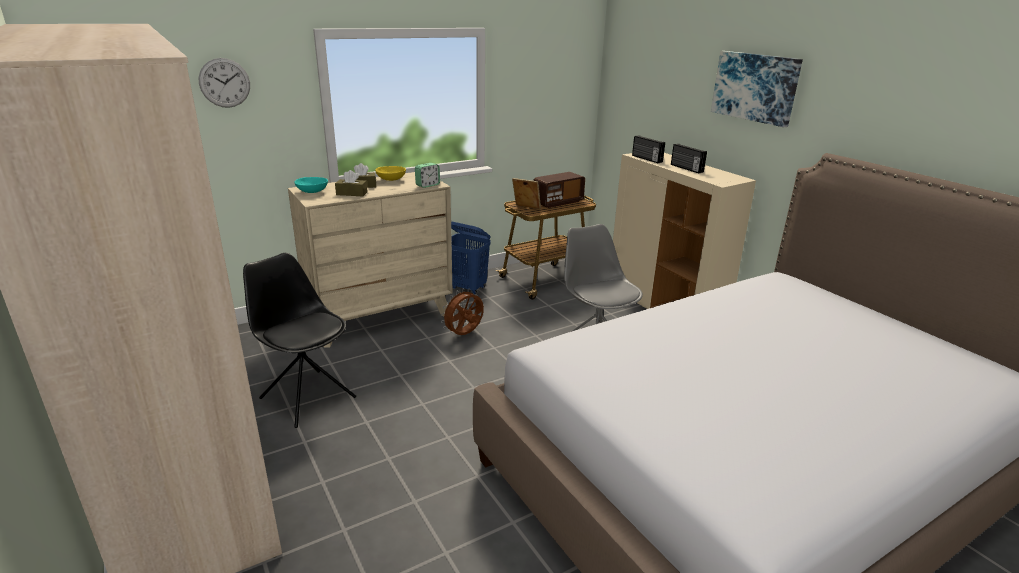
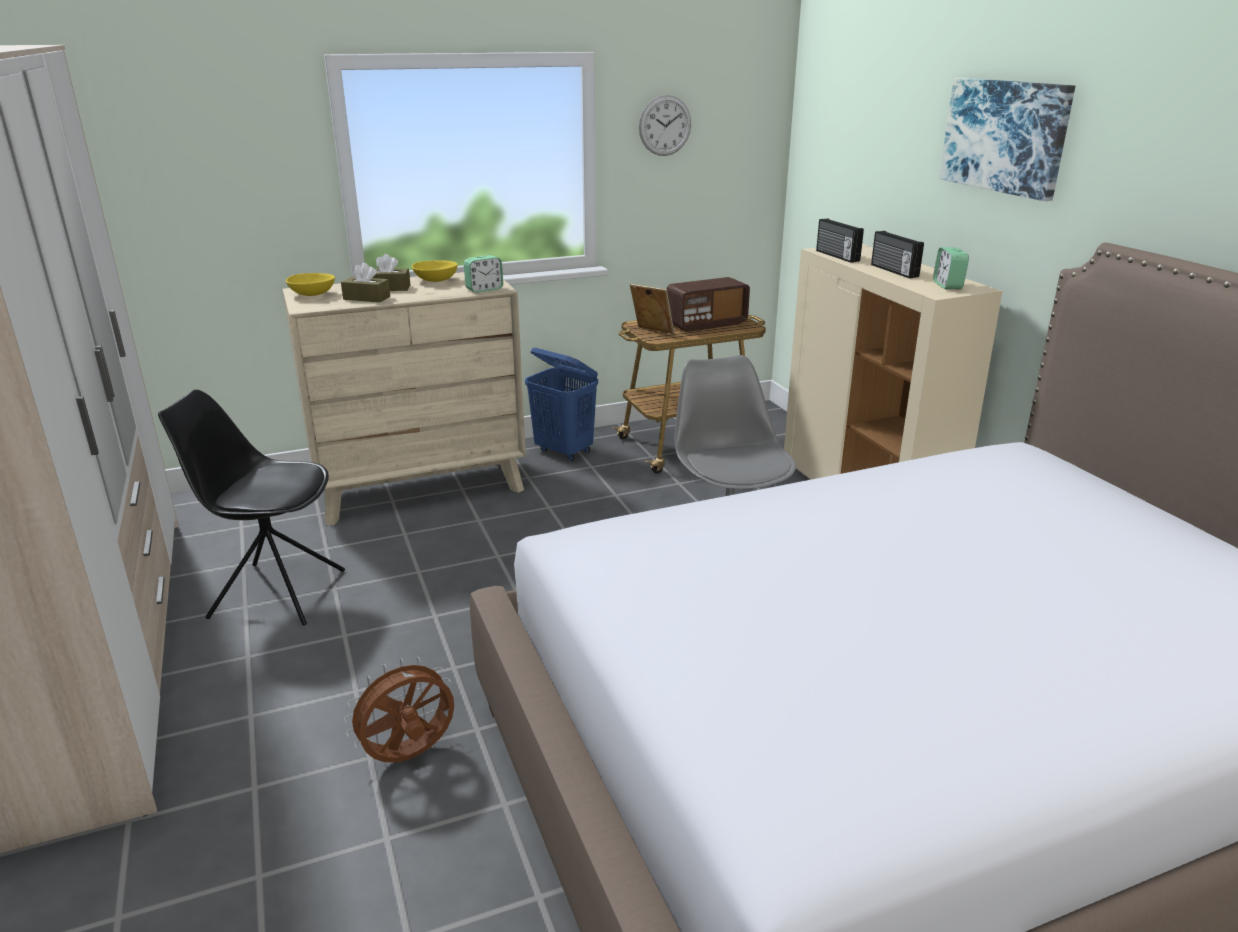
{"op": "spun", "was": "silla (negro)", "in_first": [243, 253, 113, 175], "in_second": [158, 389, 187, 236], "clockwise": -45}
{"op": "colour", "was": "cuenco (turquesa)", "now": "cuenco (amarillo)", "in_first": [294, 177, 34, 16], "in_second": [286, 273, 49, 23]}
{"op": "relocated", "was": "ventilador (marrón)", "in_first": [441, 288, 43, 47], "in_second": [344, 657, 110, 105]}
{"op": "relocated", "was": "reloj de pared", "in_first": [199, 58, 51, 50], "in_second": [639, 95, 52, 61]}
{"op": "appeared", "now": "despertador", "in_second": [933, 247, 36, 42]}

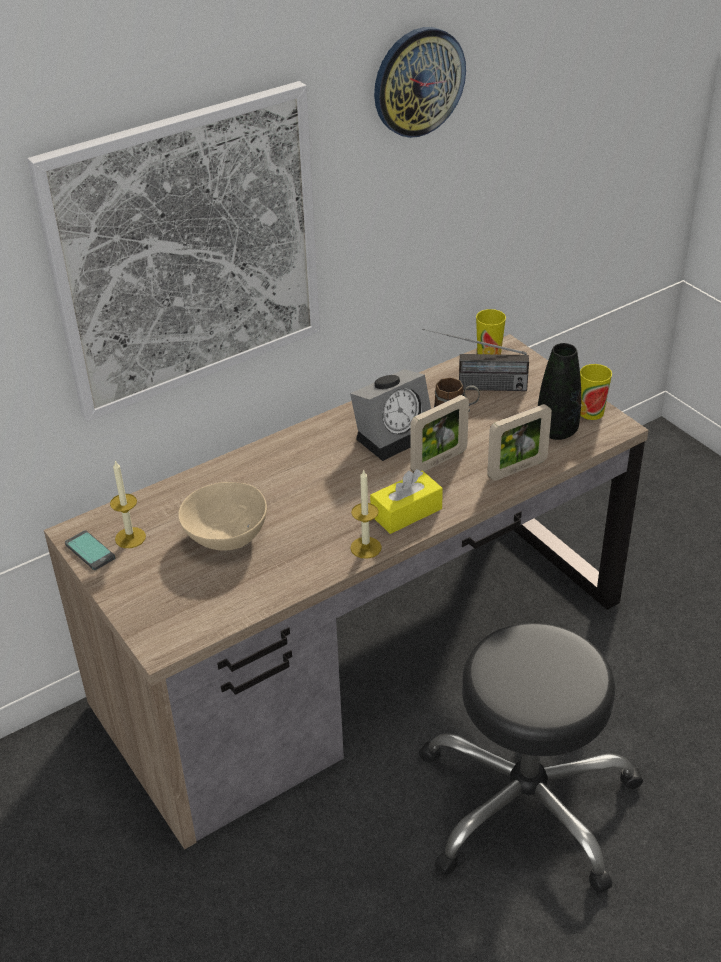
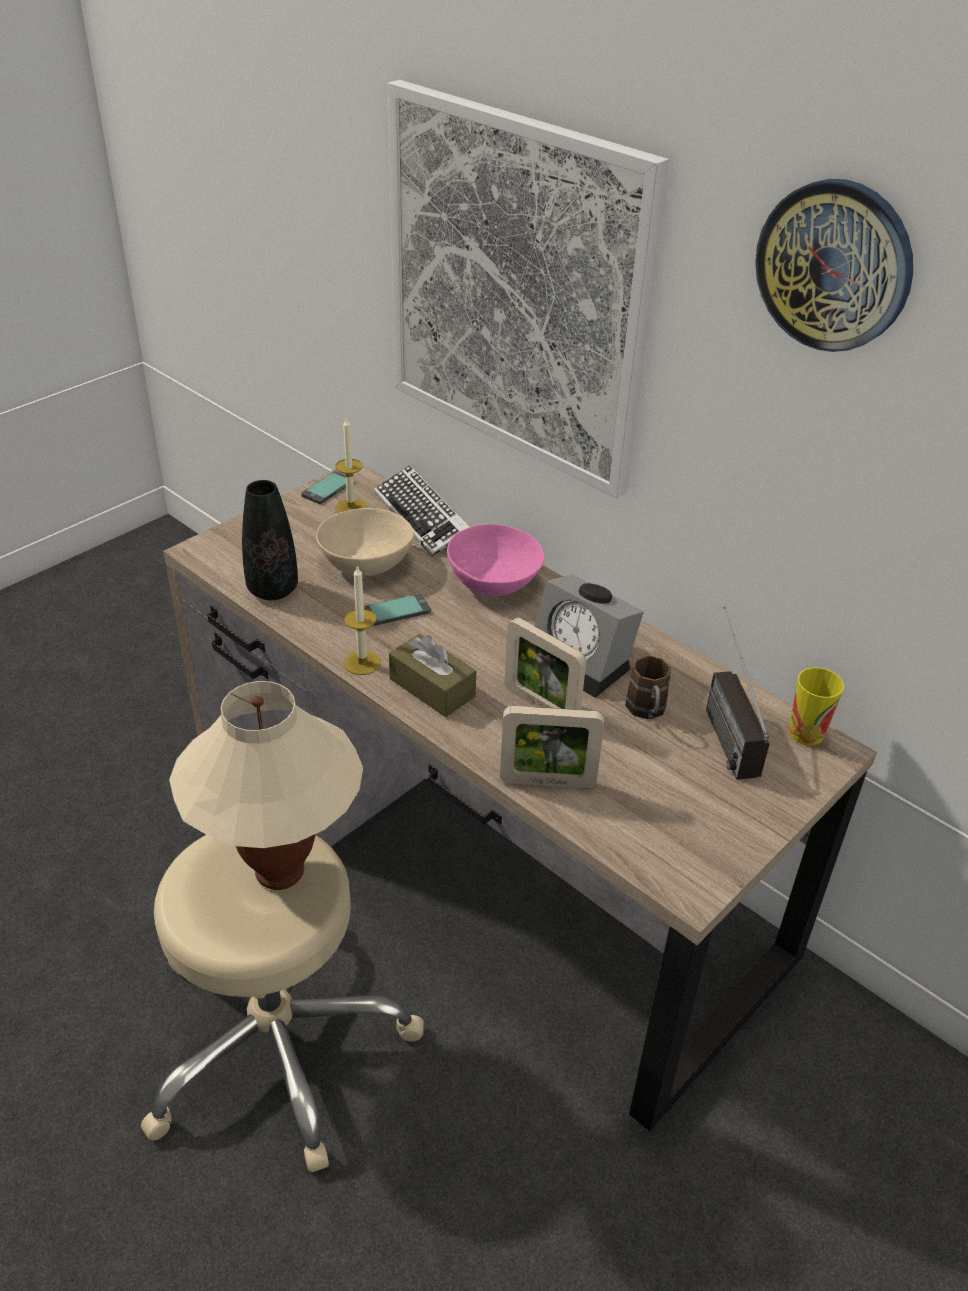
{"op": "colour", "was": "taburete (negro)", "now": "taburete (beis)", "in_first": [419, 623, 224, 270], "in_second": [141, 835, 283, 337]}
{"op": "appeared", "now": "lámpara de mesa (beis)", "in_second": [169, 681, 194, 209]}
{"op": "relocated", "was": "florero (negro)", "in_first": [538, 343, 43, 97], "in_second": [242, 480, 56, 120]}
{"op": "appeared", "now": "móvil", "in_second": [365, 594, 66, 32]}
{"op": "appeared", "now": "teclado", "in_second": [374, 465, 96, 91]}
{"op": "colour", "was": "caja de pañuelos (amarillo)", "now": "caja de pañuelos (marrón)", "in_first": [370, 469, 73, 65], "in_second": [389, 634, 87, 83]}
{"op": "appeared", "now": "cuenco (rosa)", "in_second": [447, 524, 98, 72]}
{"op": "spun", "was": "portarretratos", "in_first": [487, 404, 65, 77], "in_second": [500, 706, 104, 82], "clockwise": -45}
{"op": "missing", "was": "taza", "in_first": [580, 364, 32, 56]}

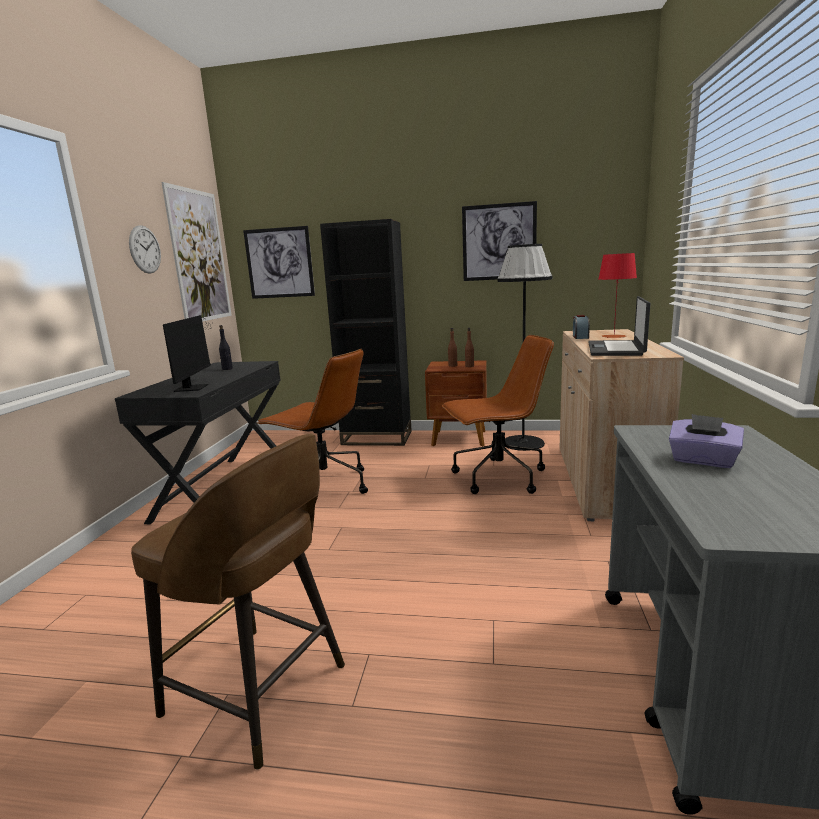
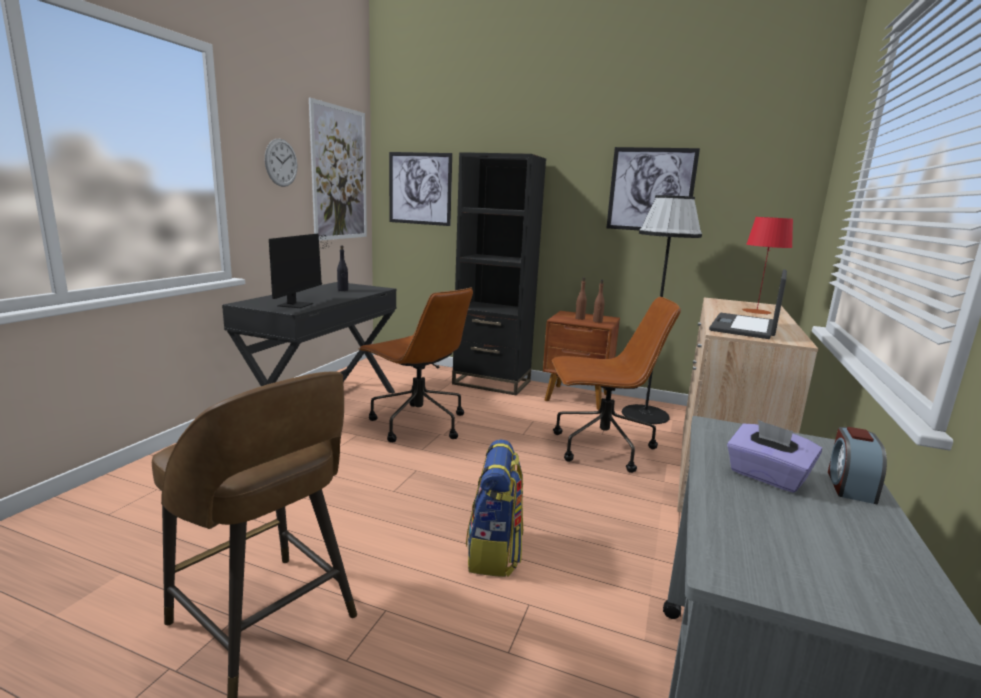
{"op": "appeared", "now": "mochila", "in_second": [466, 439, 57, 138]}
{"op": "relocated", "was": "despertador", "in_first": [573, 315, 17, 24], "in_second": [828, 427, 59, 77]}

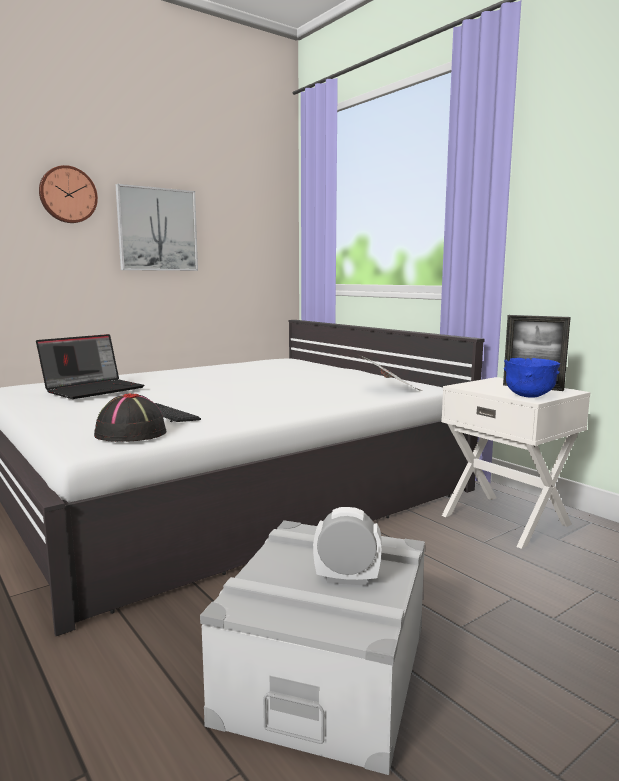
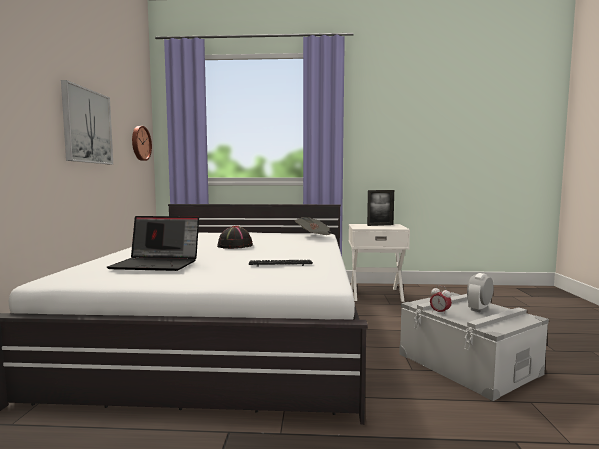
{"op": "spun", "was": "portátil", "in_first": [36, 334, 108, 65], "in_second": [107, 216, 92, 55], "clockwise": 105}
{"op": "relocated", "was": "reloj de pared", "in_first": [39, 165, 59, 58], "in_second": [132, 126, 20, 35]}
{"op": "relocated", "was": "sombrero (negro)", "in_first": [94, 393, 72, 49], "in_second": [217, 226, 36, 23]}
{"op": "appeared", "now": "despertador", "in_second": [430, 285, 22, 31]}
{"op": "missing", "was": "cuenco (azul)", "in_first": [504, 358, 56, 40]}

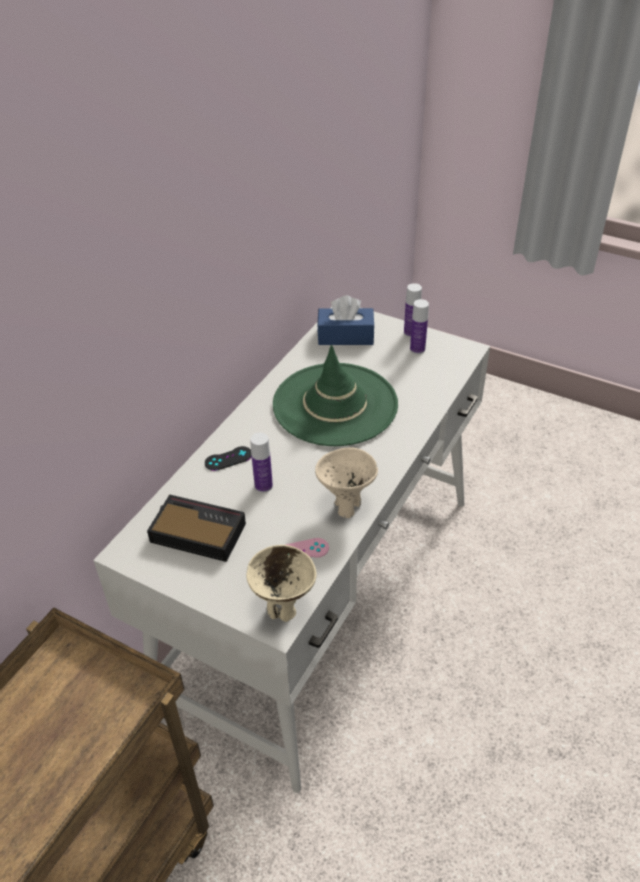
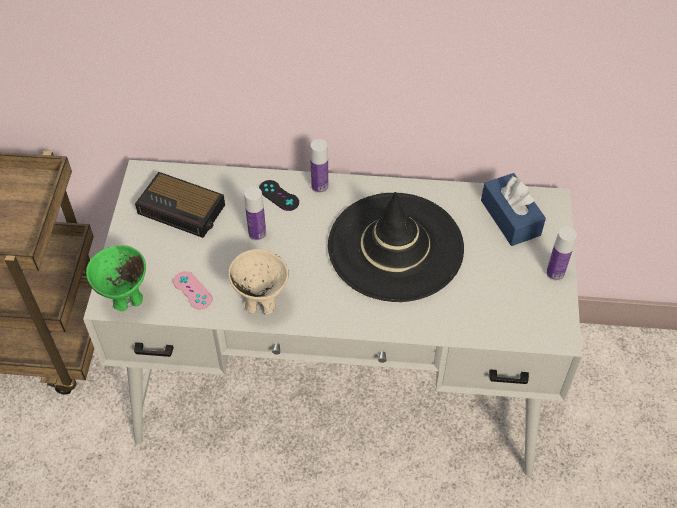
{"op": "colour", "was": "cuenco (beis)", "now": "cuenco (verde)", "in_first": [246, 545, 71, 77], "in_second": [86, 245, 60, 67]}
{"op": "spun", "was": "despertador", "in_first": [147, 494, 99, 68], "in_second": [135, 172, 90, 66], "clockwise": 120}
{"op": "relocated", "was": "botella", "in_first": [410, 299, 19, 55], "in_second": [310, 139, 18, 54]}
{"op": "colour", "was": "sombrero (verde)", "now": "sombrero (negro)", "in_first": [273, 345, 125, 101], "in_second": [328, 192, 136, 110]}

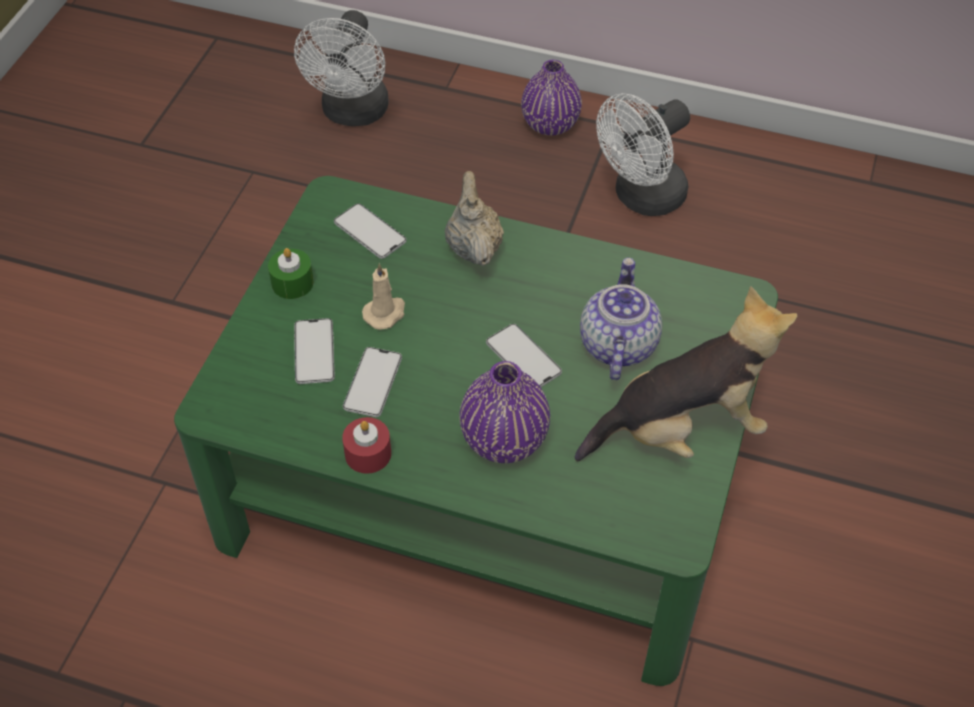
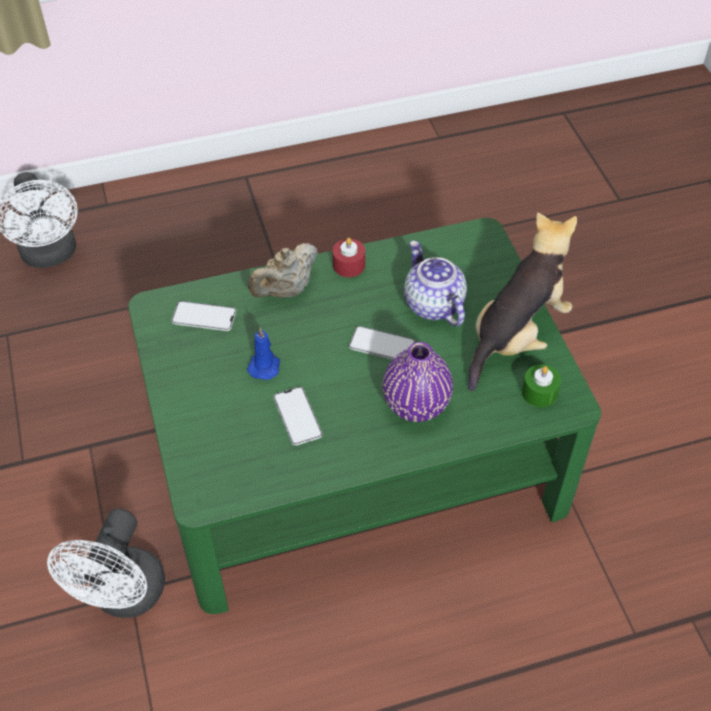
{"op": "relocated", "was": "ventilador (blanco)", "in_first": [596, 93, 94, 123], "in_second": [47, 509, 118, 109]}
{"op": "colour", "was": "vela (beis)", "now": "vela (azul)", "in_first": [362, 263, 43, 67], "in_second": [247, 327, 33, 53]}
{"op": "spun", "was": "tetera (beis)", "in_first": [445, 171, 59, 95], "in_second": [248, 243, 70, 55], "clockwise": -90}
{"op": "relocated", "was": "vela (rojo)", "in_first": [342, 417, 49, 57], "in_second": [333, 238, 32, 39]}
{"op": "relocated", "was": "vela (verde)", "in_first": [268, 248, 46, 51], "in_second": [522, 365, 39, 42]}
{"op": "missing", "was": "móvil", "in_first": [294, 318, 41, 66]}
{"op": "missing", "was": "florero (morado)", "in_first": [521, 60, 61, 75]}

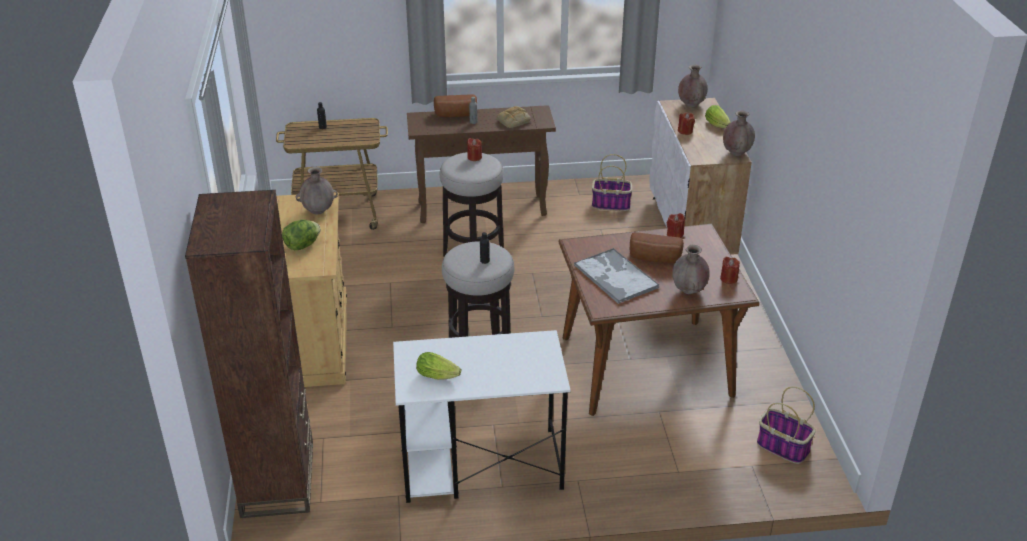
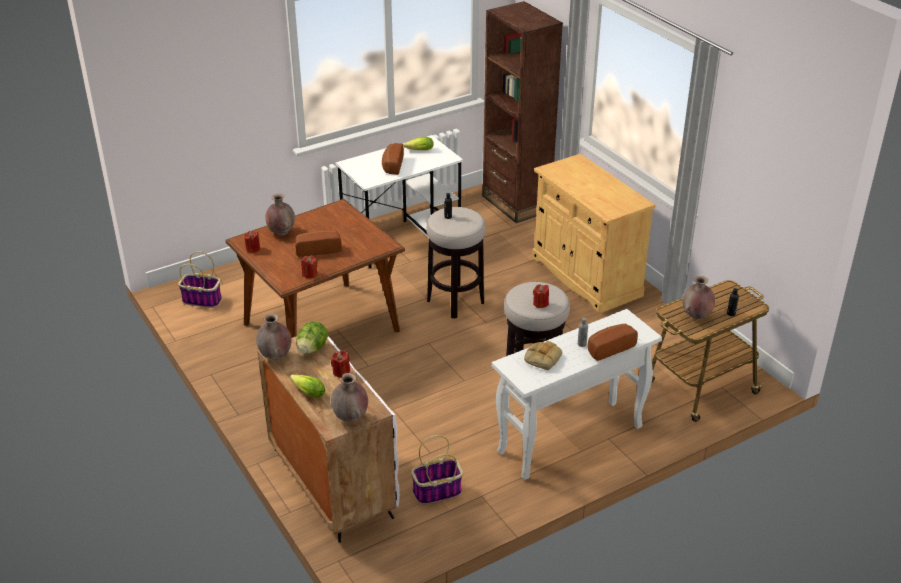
{"op": "relocated", "was": "lechuga", "in_first": [282, 219, 39, 31], "in_second": [297, 321, 31, 33]}
{"op": "appeared", "now": "pan", "in_second": [382, 143, 22, 32]}
{"op": "colour", "was": "mesa consola (marrón)", "now": "mesa consola (blanco)", "in_first": [407, 105, 149, 118], "in_second": [492, 309, 170, 171]}
{"op": "relocated", "was": "florero (marrón)", "in_first": [296, 167, 42, 47], "in_second": [682, 276, 33, 43]}
{"op": "missing", "was": "bandeja", "in_first": [574, 248, 85, 56]}

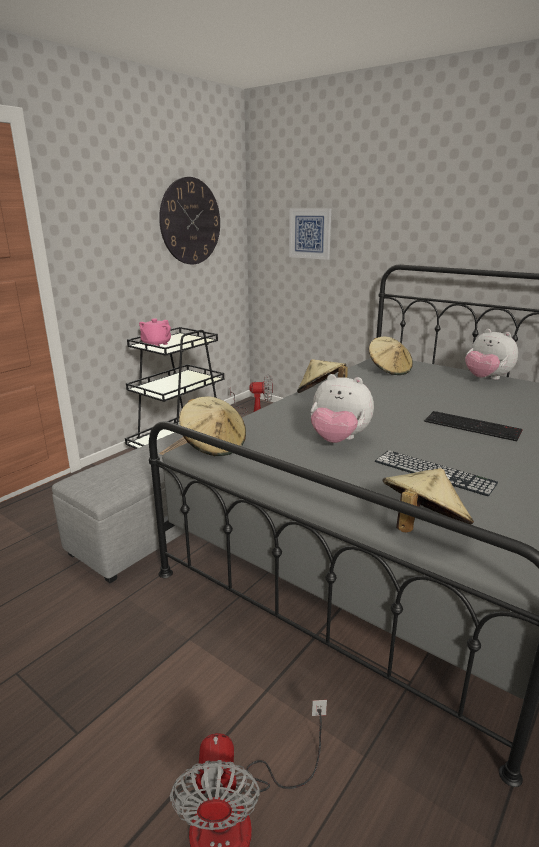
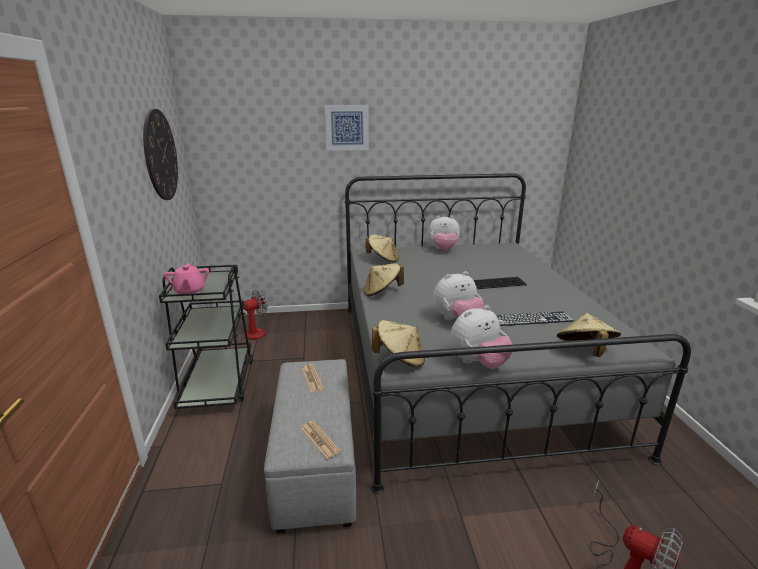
{"op": "appeared", "now": "periódico", "in_second": [300, 421, 41, 38]}
{"op": "relocated", "was": "cuadro", "in_first": [289, 209, 42, 51], "in_second": [325, 105, 44, 46]}
{"op": "appeared", "now": "peluche", "in_second": [450, 305, 63, 64]}

